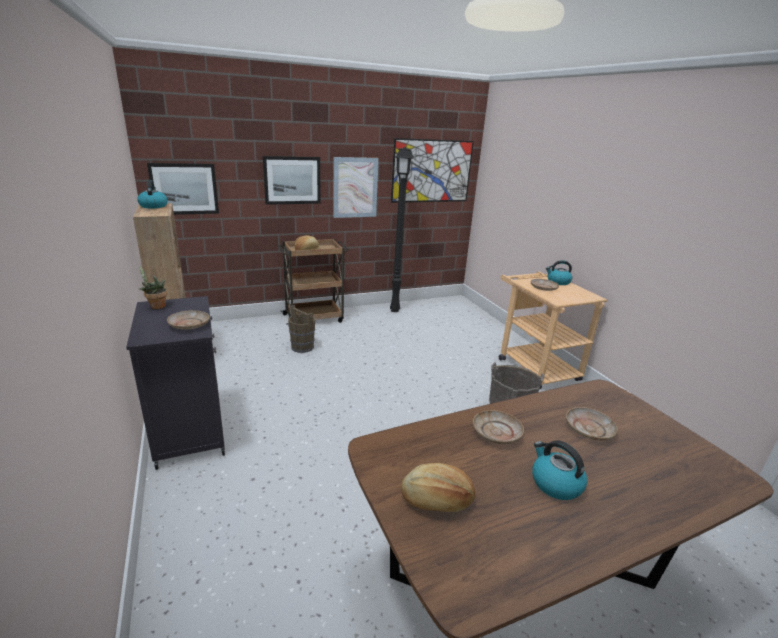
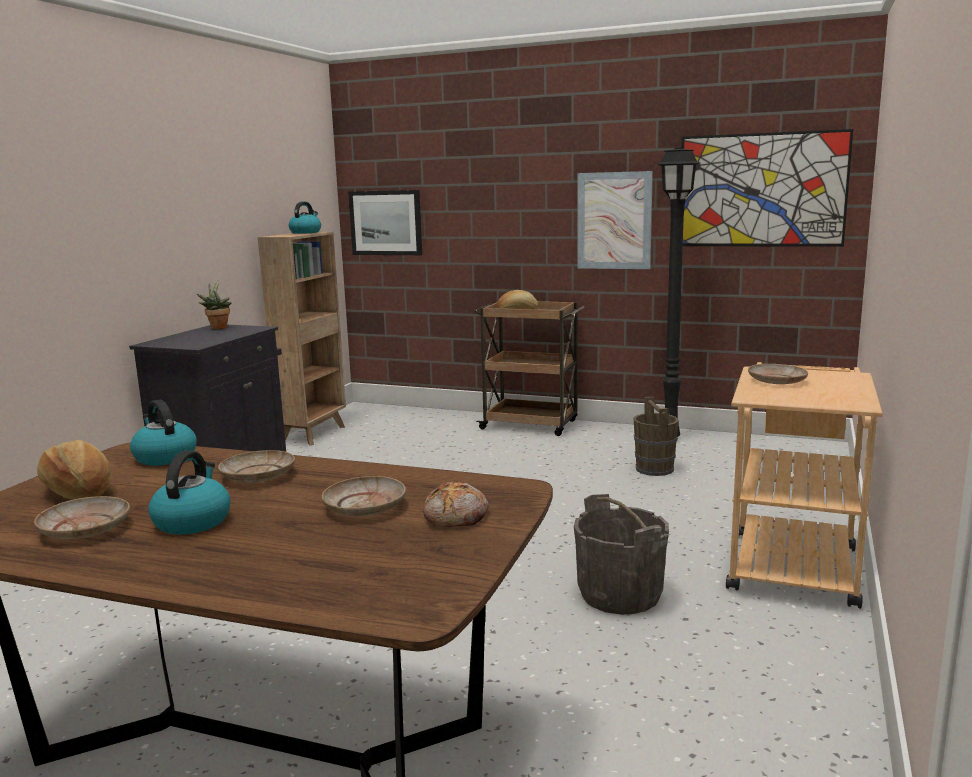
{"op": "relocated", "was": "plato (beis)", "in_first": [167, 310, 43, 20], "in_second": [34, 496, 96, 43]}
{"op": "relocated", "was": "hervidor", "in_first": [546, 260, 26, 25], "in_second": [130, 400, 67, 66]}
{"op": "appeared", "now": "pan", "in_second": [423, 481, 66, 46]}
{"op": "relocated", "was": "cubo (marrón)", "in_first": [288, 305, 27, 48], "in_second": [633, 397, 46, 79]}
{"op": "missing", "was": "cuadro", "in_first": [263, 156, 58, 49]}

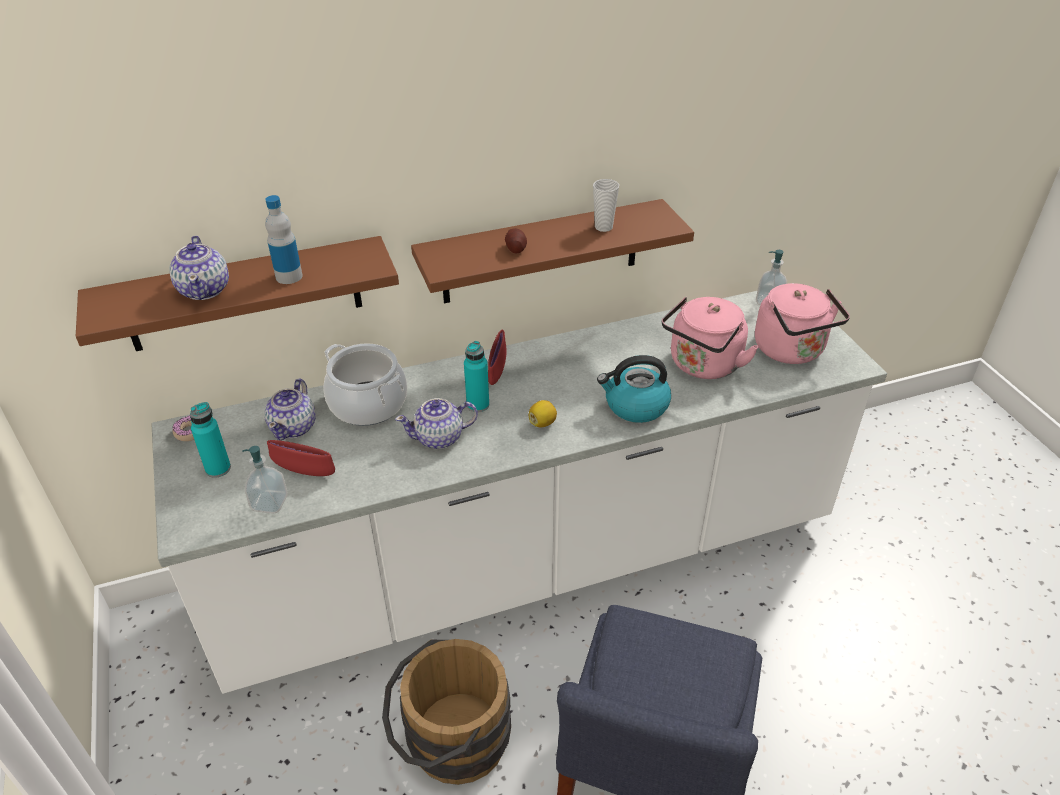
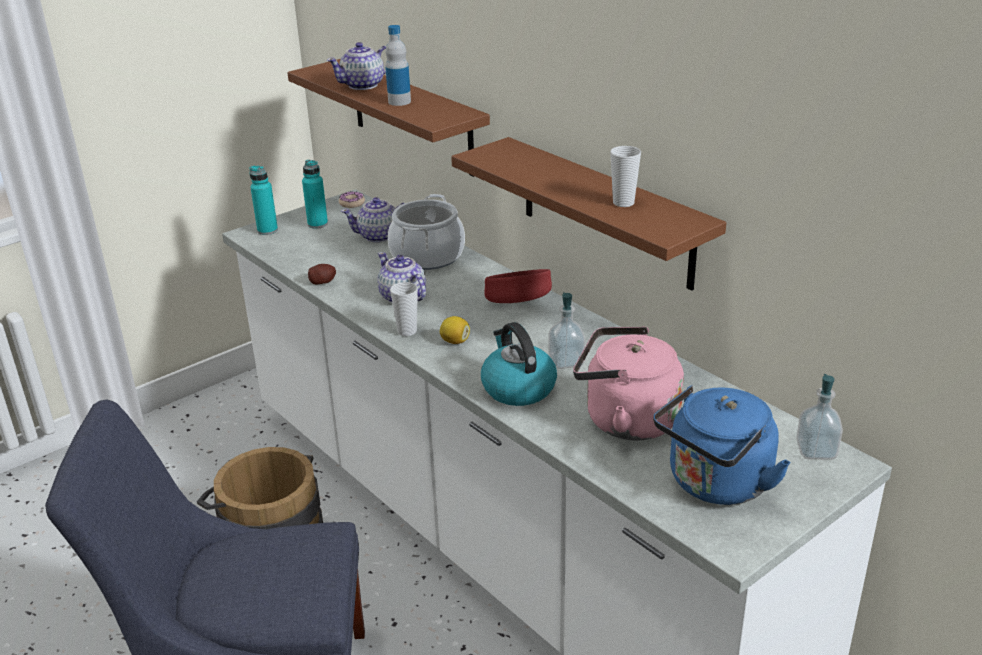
{"op": "relocated", "was": "botella (turquesa)", "in_first": [464, 341, 25, 71], "in_second": [249, 166, 29, 69]}
{"op": "relocated", "was": "patata", "in_first": [505, 228, 22, 25], "in_second": [308, 264, 28, 20]}
{"op": "appeared", "now": "taza", "in_second": [390, 282, 28, 54]}
{"op": "relocated", "was": "dispensador de jabón", "in_first": [242, 446, 46, 68], "in_second": [548, 292, 37, 77]}
{"op": "colour", "was": "hervidor (rosa)", "now": "hervidor (azul)", "in_first": [755, 283, 95, 81], "in_second": [653, 385, 138, 120]}
{"op": "missing", "was": "cuenco (rojo)", "in_first": [267, 440, 68, 36]}

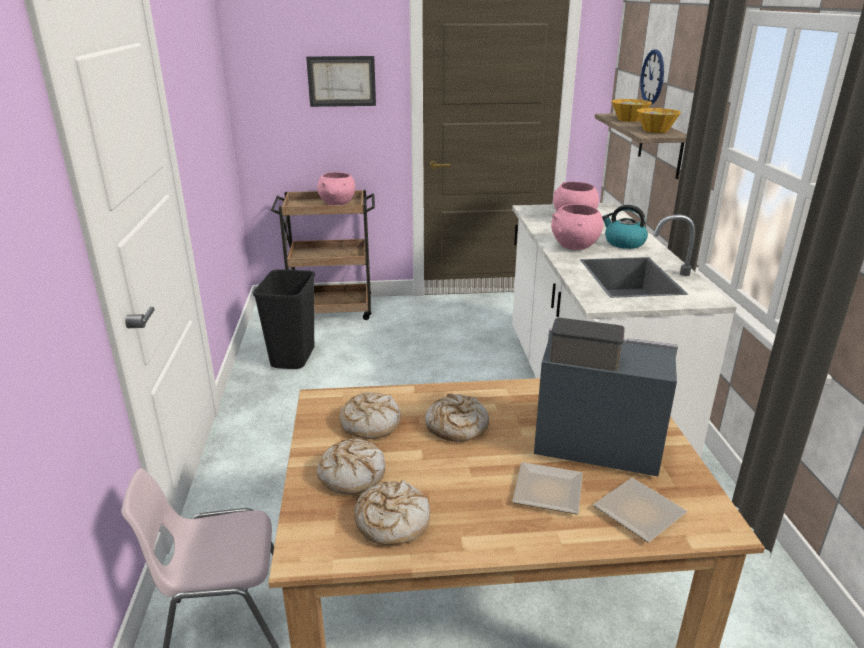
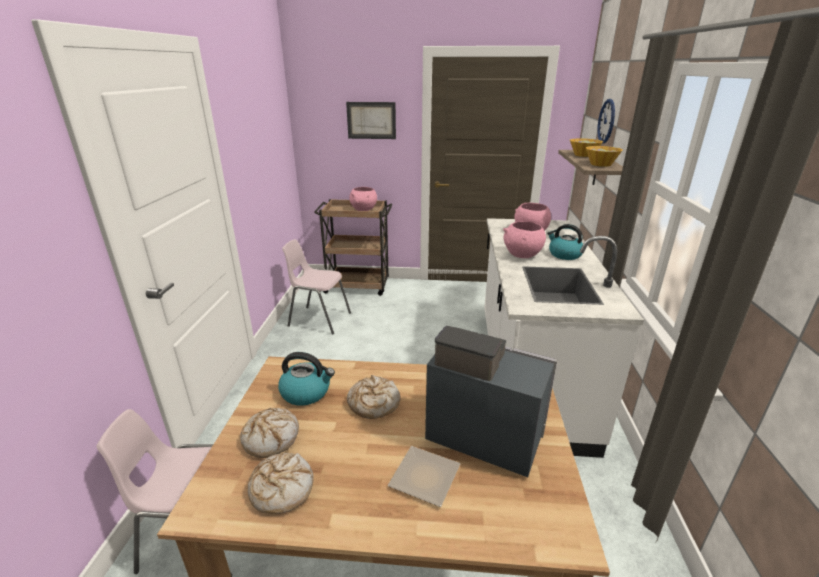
{"op": "exchanged", "was": "pan", "now": "hervidor", "in_first": [340, 392, 61, 47], "in_second": [278, 352, 57, 54]}
{"op": "exchanged", "was": "papelera (negro)", "now": "silla (rosa)", "in_first": [253, 269, 62, 100], "in_second": [282, 239, 69, 96]}
{"op": "missing", "was": "plato", "in_first": [593, 478, 95, 64]}

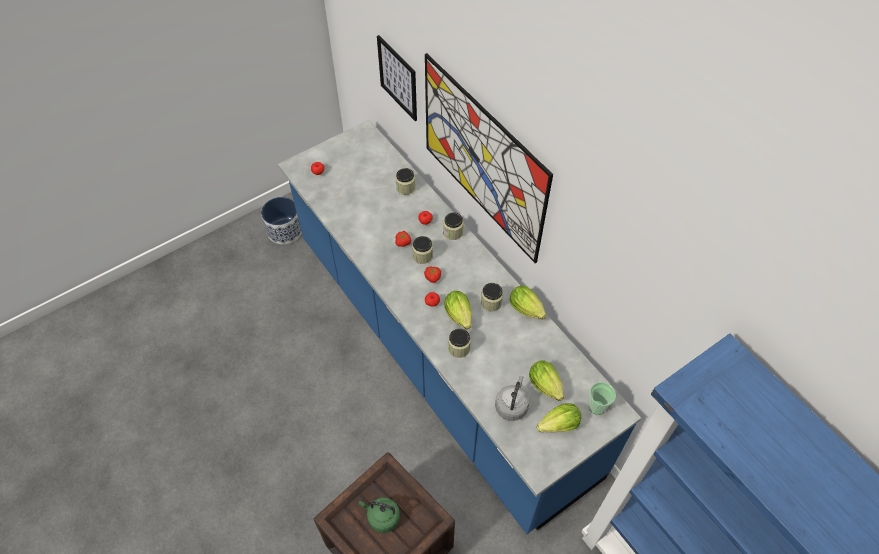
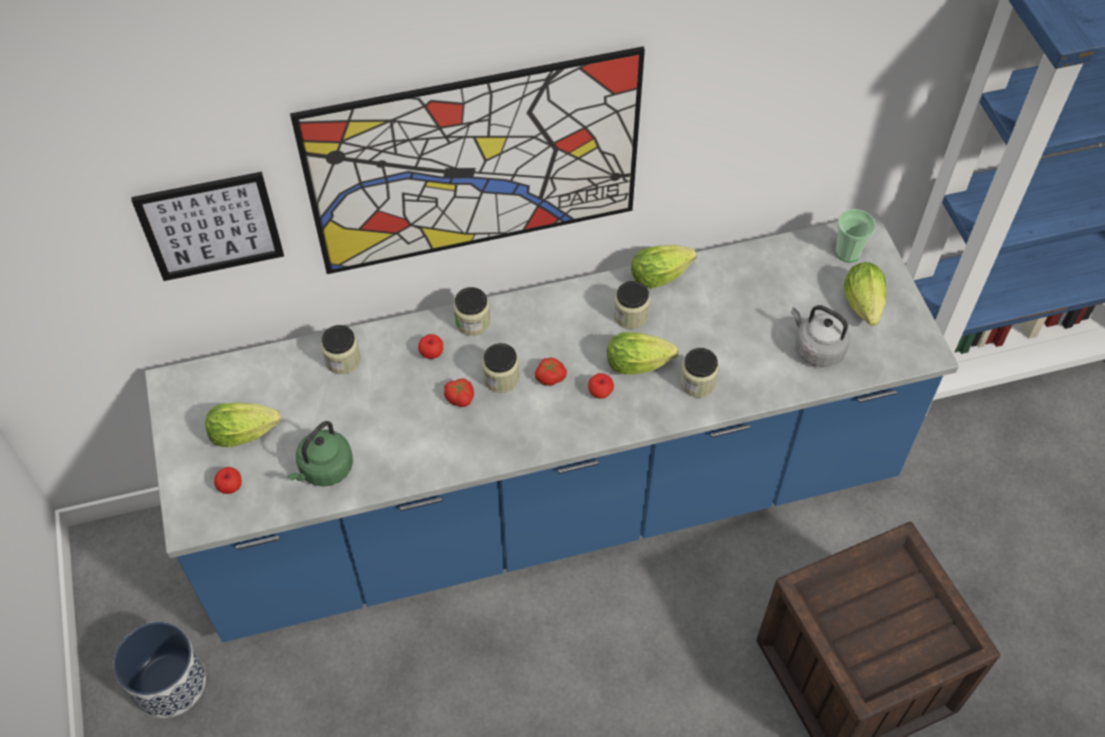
{"op": "relocated", "was": "lechuga", "in_first": [529, 360, 35, 41], "in_second": [205, 403, 76, 44]}
{"op": "relocated", "was": "hervidor (verde)", "in_first": [359, 497, 41, 36], "in_second": [287, 421, 66, 66]}

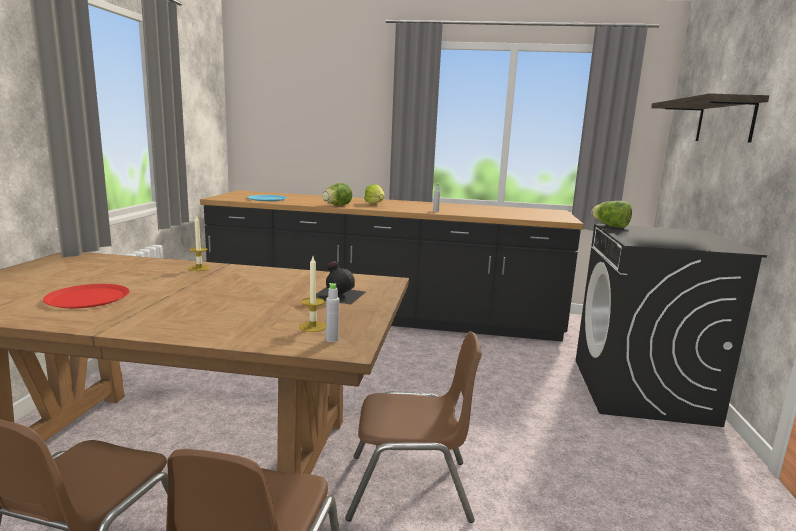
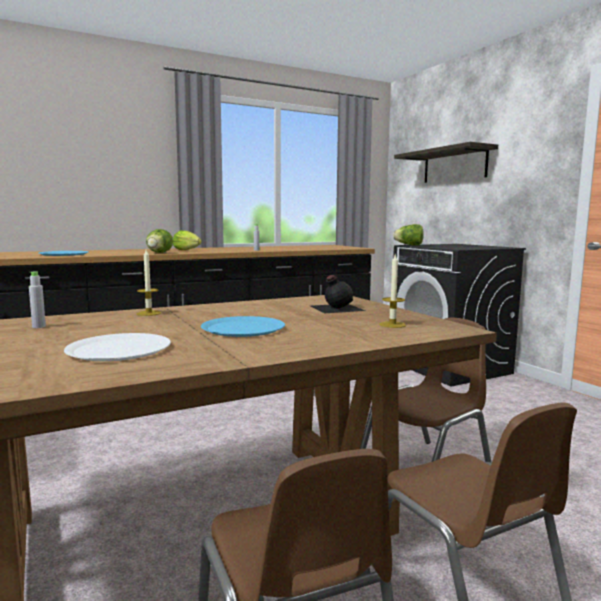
{"op": "relocated", "was": "botella (gris)", "in_first": [326, 283, 13, 59], "in_second": [29, 271, 17, 57]}
{"op": "colour", "was": "plato (rojo)", "now": "plato (blanco)", "in_first": [43, 284, 87, 24], "in_second": [64, 333, 107, 28]}
{"op": "appeared", "now": "plato (azul)", "in_second": [201, 316, 84, 21]}

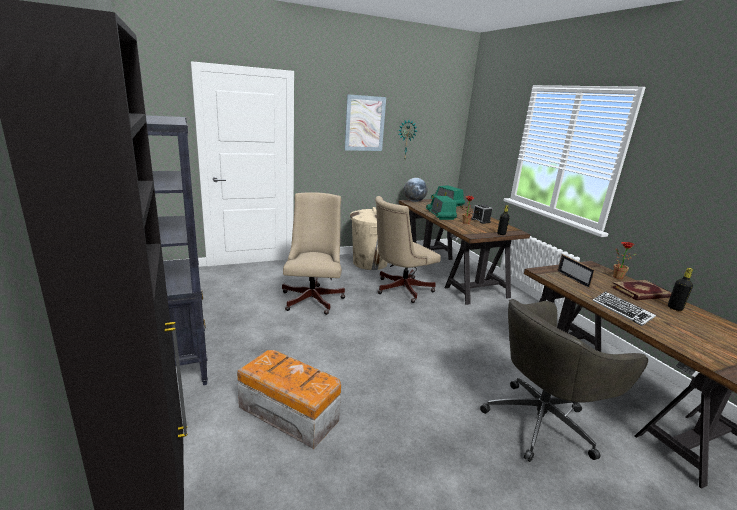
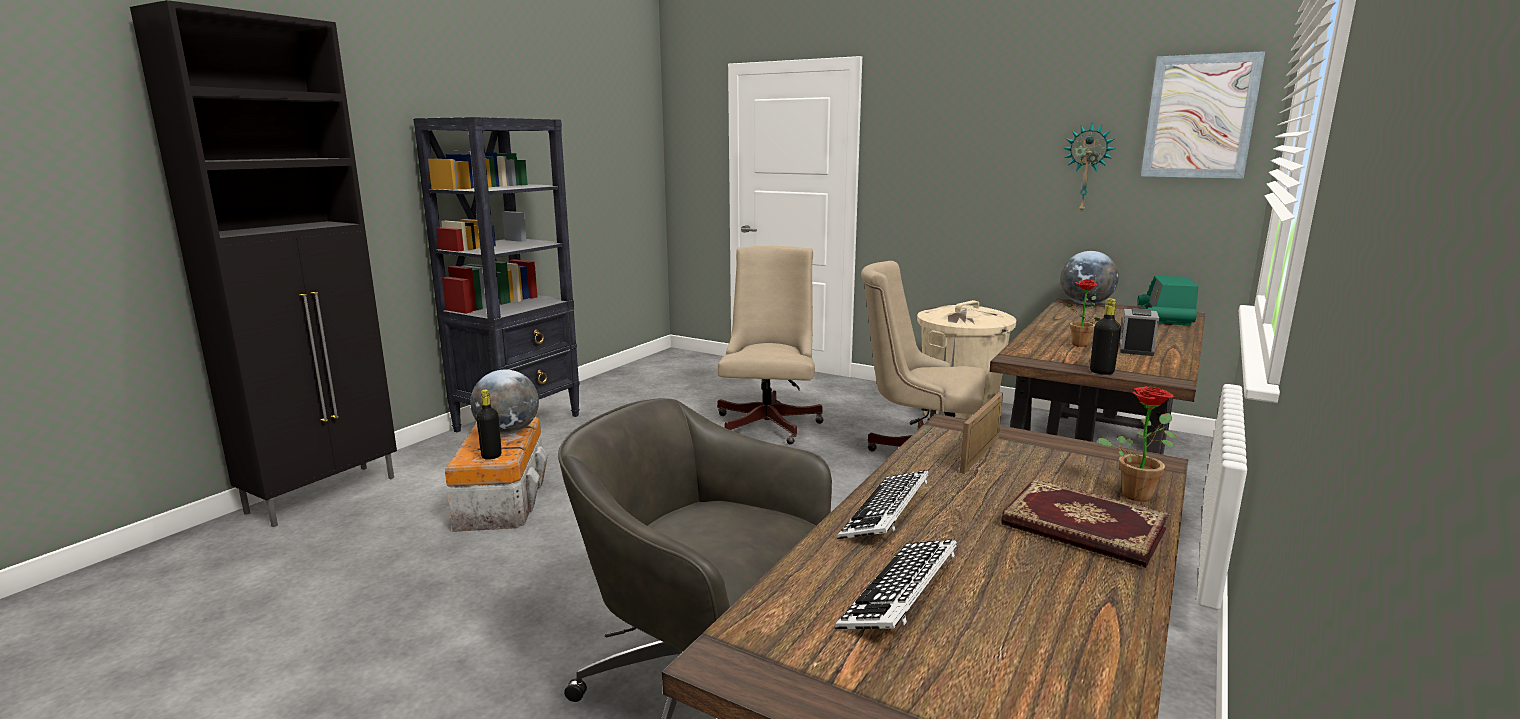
{"op": "appeared", "now": "globo terráqueo", "in_second": [470, 370, 69, 65]}
{"op": "relocated", "was": "botella (negro)", "in_first": [668, 268, 25, 43], "in_second": [476, 390, 26, 70]}
{"op": "spun", "was": "silla de oficina (beis)", "in_first": [282, 192, 63, 123], "in_second": [717, 246, 107, 198], "clockwise": -45}
{"op": "appeared", "now": "teclado", "in_second": [835, 539, 122, 90]}
{"op": "relocated", "was": "cuadro", "in_first": [344, 94, 42, 57], "in_second": [1141, 51, 124, 128]}
{"op": "missing", "was": "radio", "in_first": [426, 196, 31, 24]}

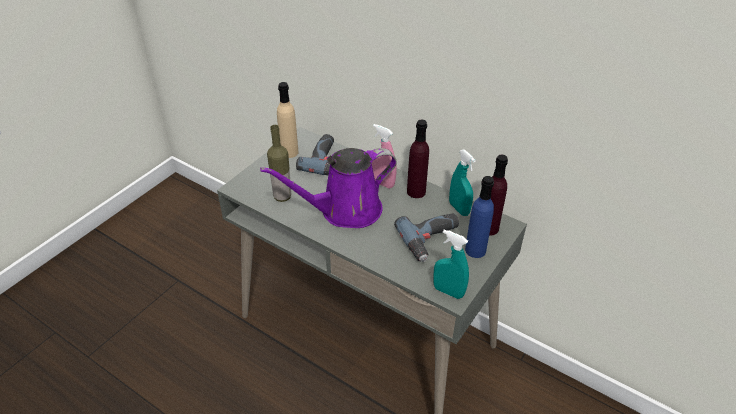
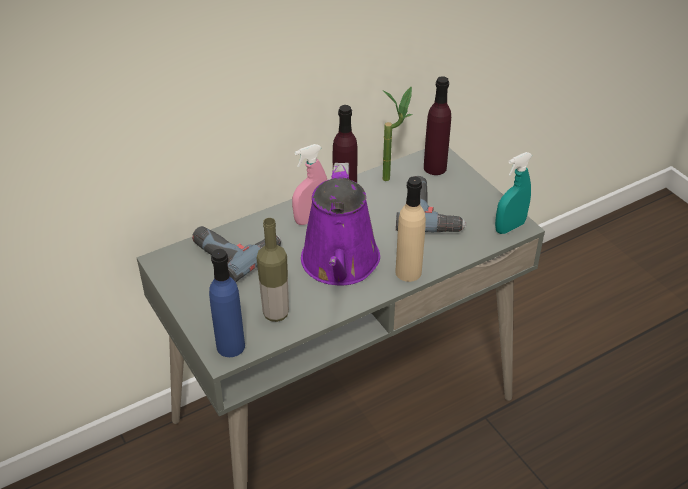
{"op": "relocated", "was": "botella (azul)", "in_first": [465, 176, 29, 82], "in_second": [209, 249, 36, 108]}
{"op": "exchanged", "was": "pulverizador (turquesa)", "now": "planta en maceta", "in_first": [449, 150, 27, 66], "in_second": [383, 86, 30, 95]}
{"op": "relocated", "was": "botella (beis)", "in_first": [277, 82, 22, 76], "in_second": [395, 176, 31, 106]}

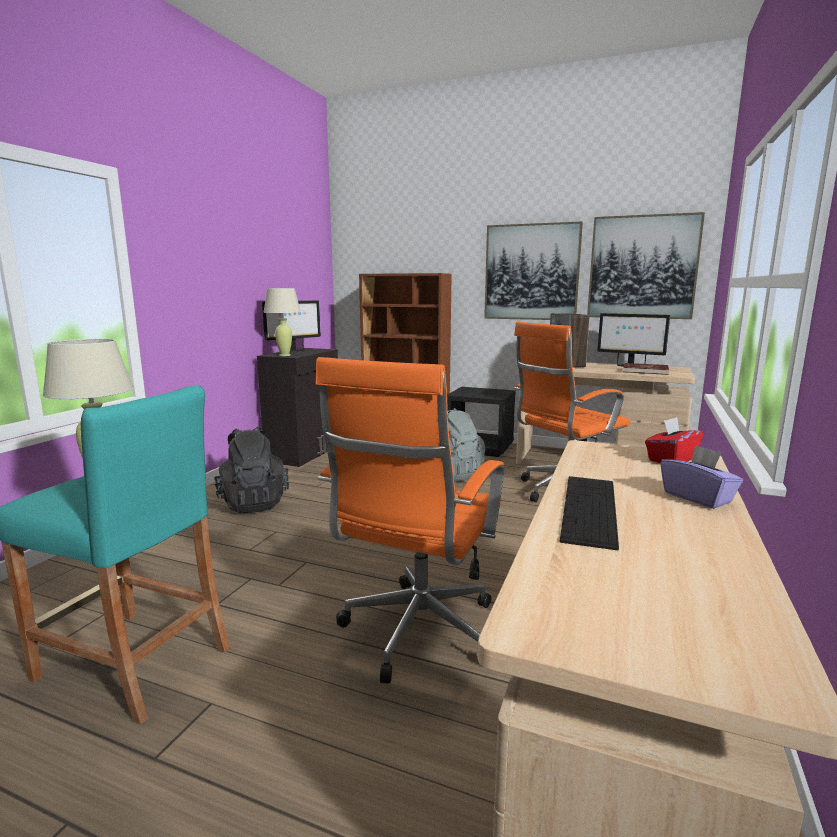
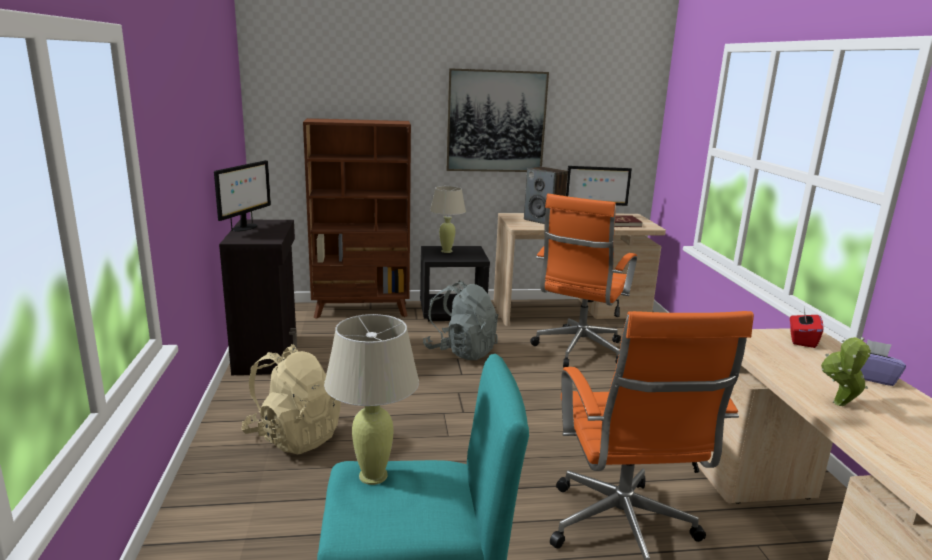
{"op": "colour", "was": "mochila (negro)", "now": "mochila (beis)", "in_first": [214, 427, 75, 86], "in_second": [241, 344, 100, 111]}
{"op": "relocated", "was": "lámpara de mesa (beis)", "in_first": [263, 288, 38, 68], "in_second": [430, 186, 36, 67]}
{"op": "exchanged", "was": "teclado", "now": "planta en maceta", "in_first": [560, 476, 59, 74], "in_second": [821, 337, 50, 69]}
{"op": "missing", "was": "cuadro", "in_first": [587, 212, 118, 107]}

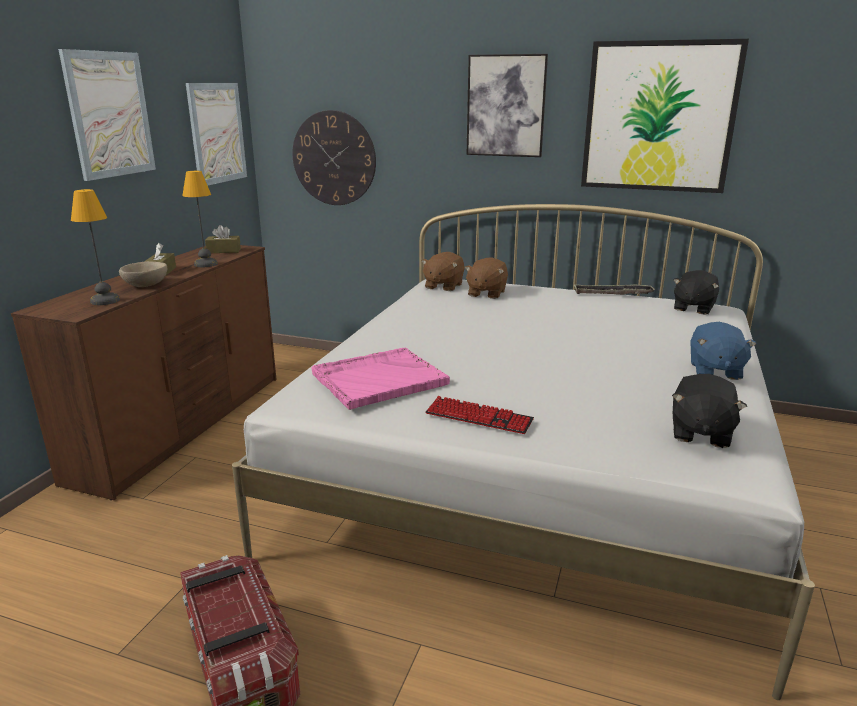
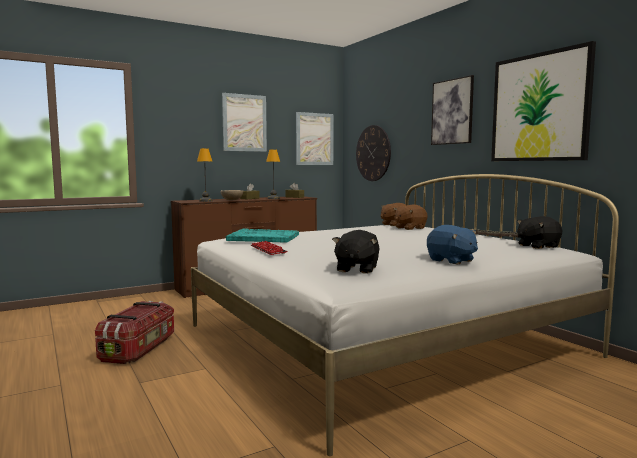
{"op": "colour", "was": "bandeja (rosa)", "now": "bandeja (turquesa)", "in_first": [312, 348, 138, 62], "in_second": [226, 228, 73, 14]}
{"op": "spun", "was": "peluche (negro)", "in_first": [672, 374, 75, 74], "in_second": [332, 230, 47, 44], "clockwise": -45}
{"op": "spun", "was": "peluche (azul)", "in_first": [690, 322, 67, 58], "in_second": [427, 225, 51, 40], "clockwise": -90}

